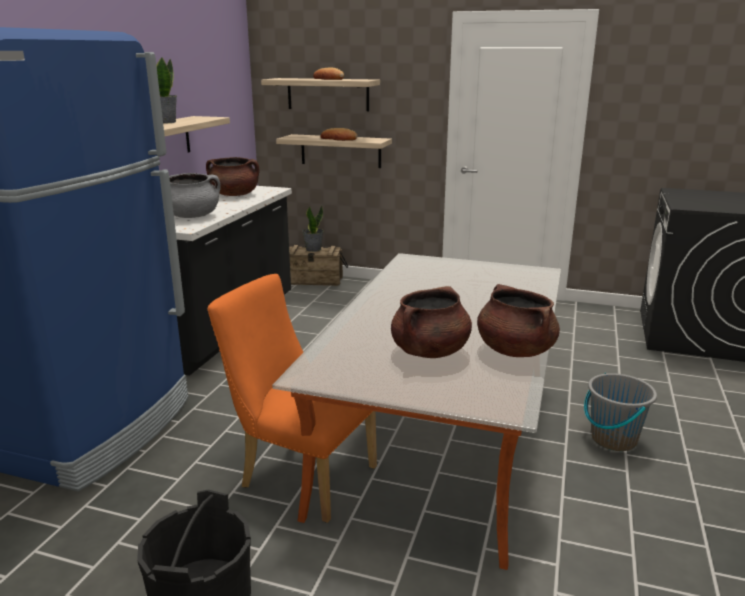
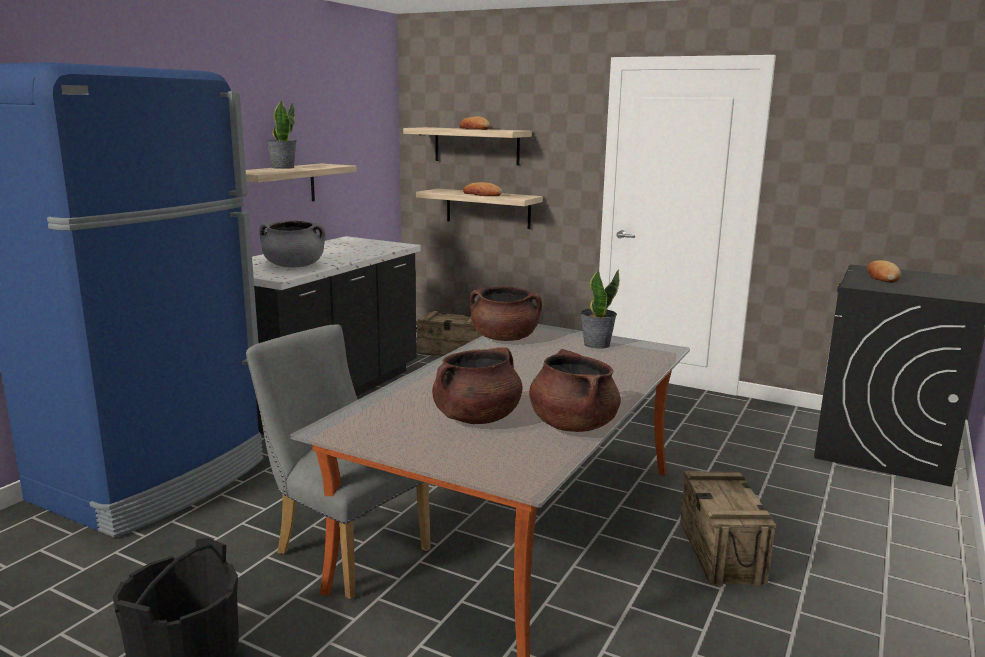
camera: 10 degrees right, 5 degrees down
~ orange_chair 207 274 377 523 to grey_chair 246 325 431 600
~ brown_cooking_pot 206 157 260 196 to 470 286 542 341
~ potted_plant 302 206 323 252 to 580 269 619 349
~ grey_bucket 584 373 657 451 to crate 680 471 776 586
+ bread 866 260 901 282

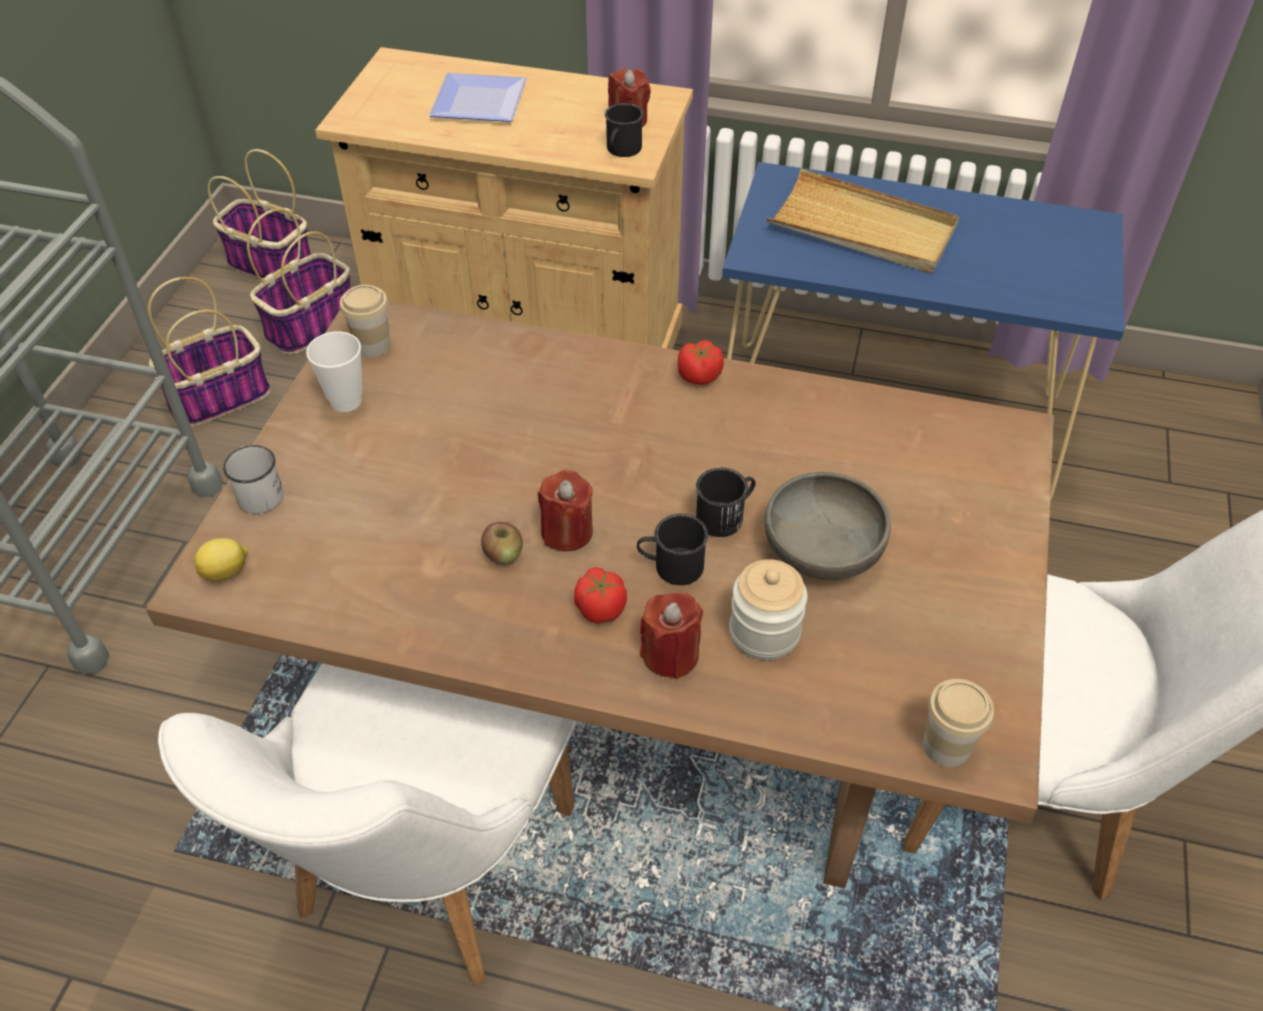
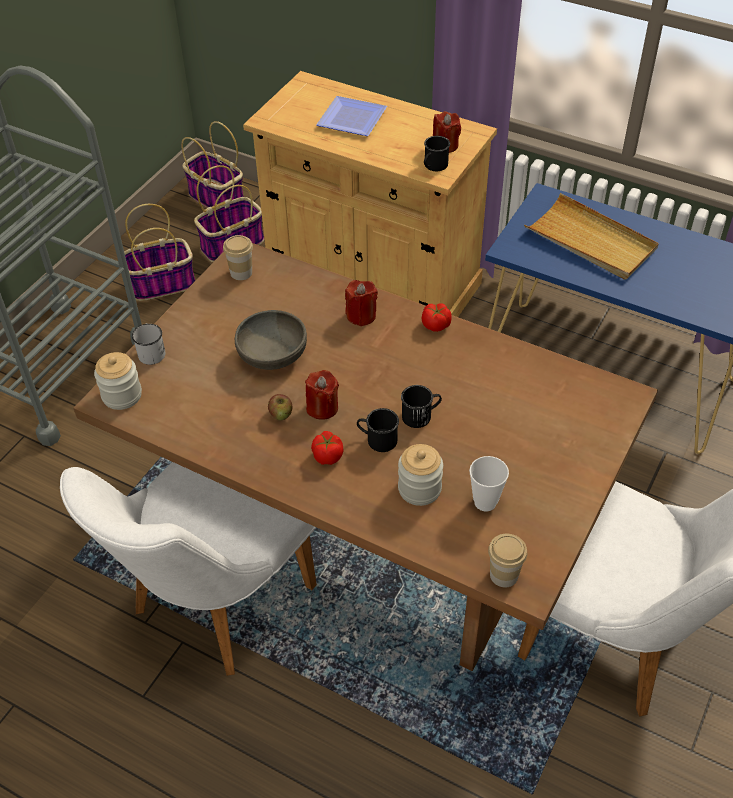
camera: 15 degrees right, 0 degrees up
~ lemon 194 538 248 582 to jar 94 352 142 410
~ grey_bowl 764 472 891 580 to 235 310 307 370
~ red_candle 640 592 703 679 to 345 280 378 326
~ cup 306 331 362 412 to 469 456 509 511

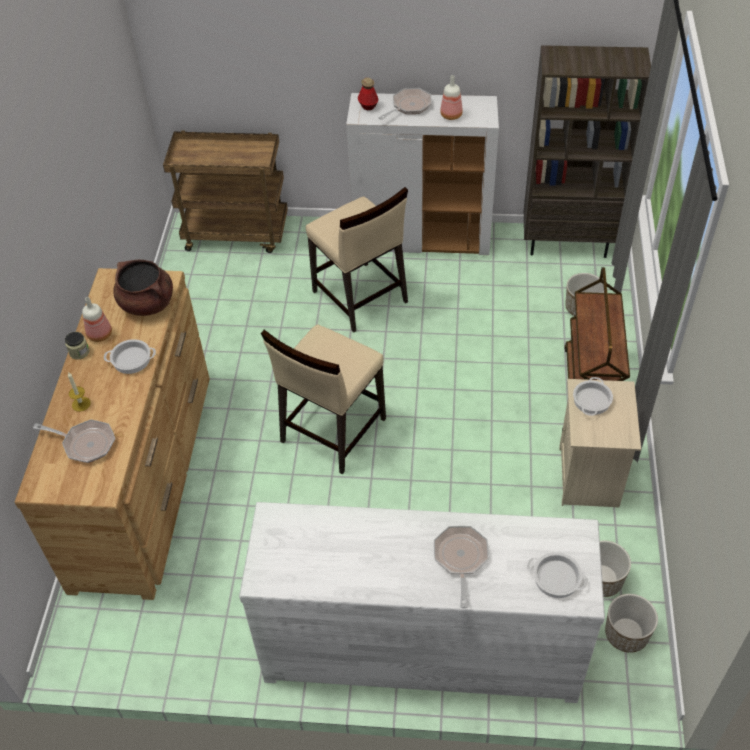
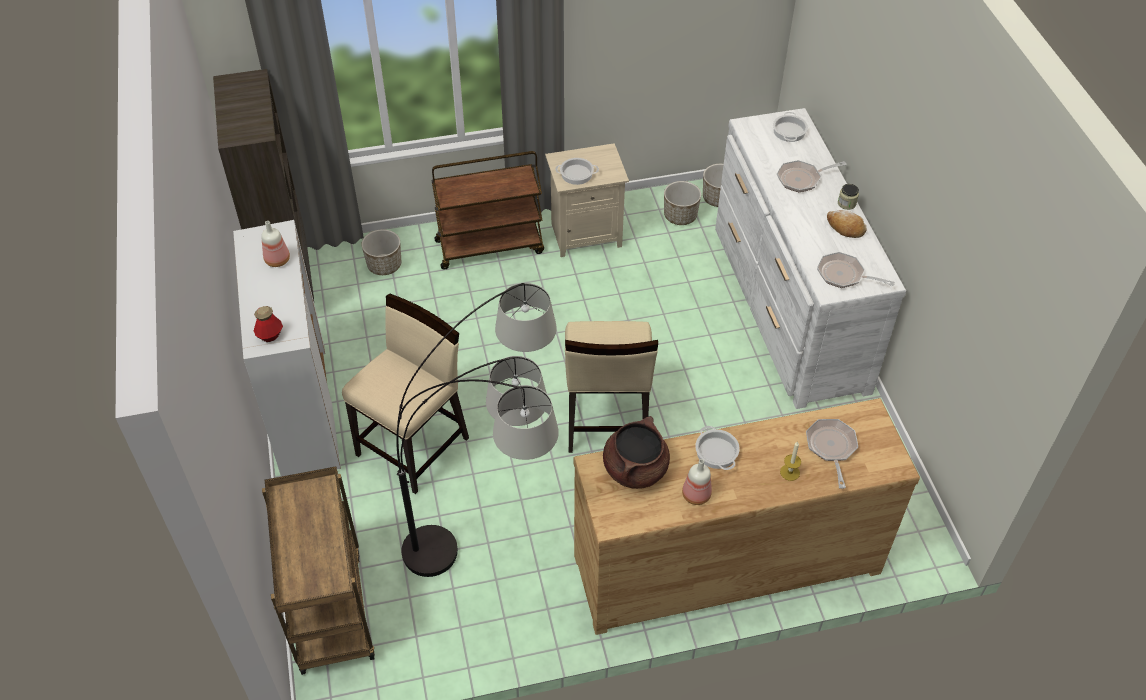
camera: 110 degrees left, 0 degrees up
+ floor_lamp 396 283 559 577
~ beige_chair 261 324 386 474 = 565 321 658 453 75 degrees clockwise
~ frying_pan 378 88 432 120 to 817 252 895 288
+ bread 827 210 867 238
~ jar 65 332 89 360 to 838 184 859 210

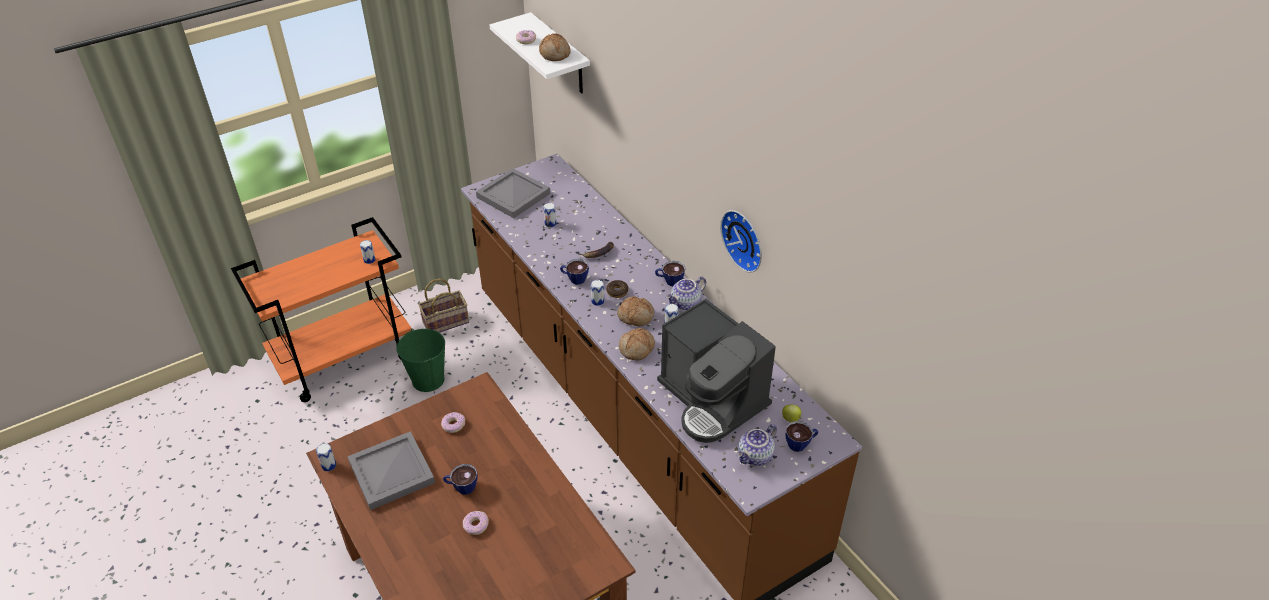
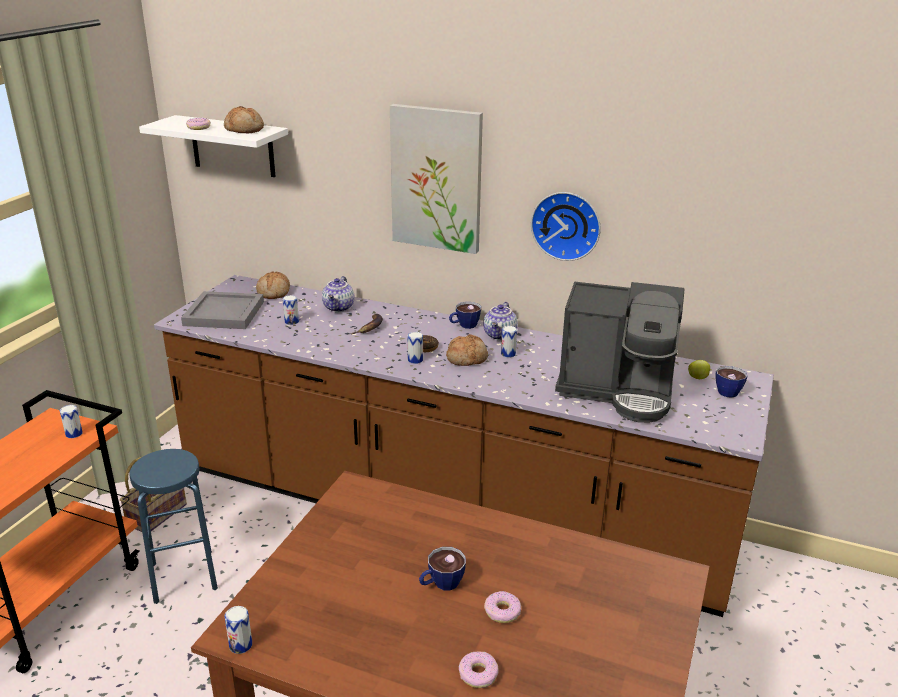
camera: 35 degrees left, 15 degrees down
~ green_bucket 396 329 445 392 to blue_stool 129 449 218 604
~ bread 619 328 655 361 to 256 272 290 299
~ teapot 737 424 777 466 to 322 276 354 312
+ picture 390 104 483 254
~ donut 441 412 465 433 to 459 651 499 688
- grey_tray 348 431 435 510
- cup 560 259 589 285

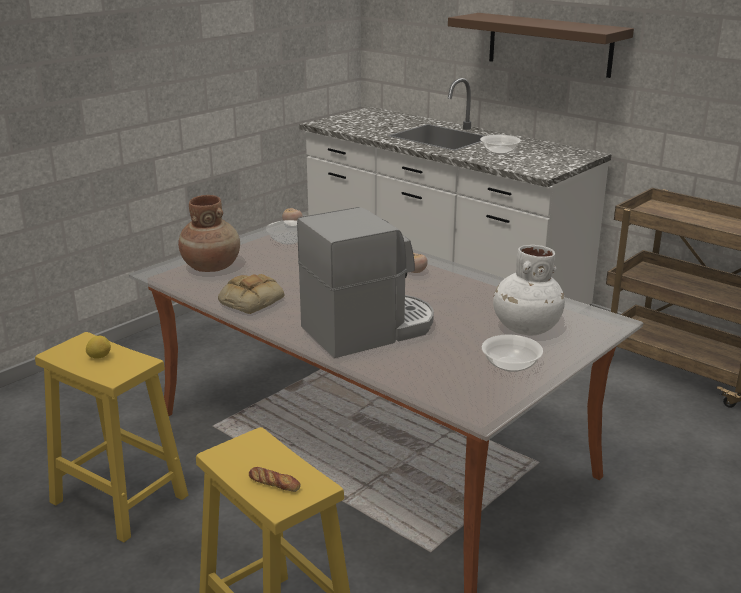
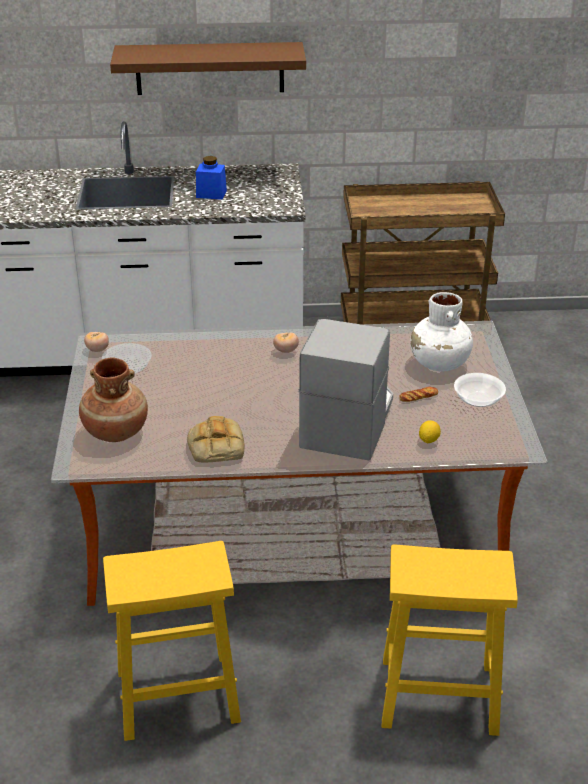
camera: 45 degrees left, 10 degrees up
~ bowl 480 135 521 154 to blue_jar 196 156 227 200
~ bread 249 467 300 492 to 399 387 438 402
~ lemon 86 336 111 359 to 419 420 441 443

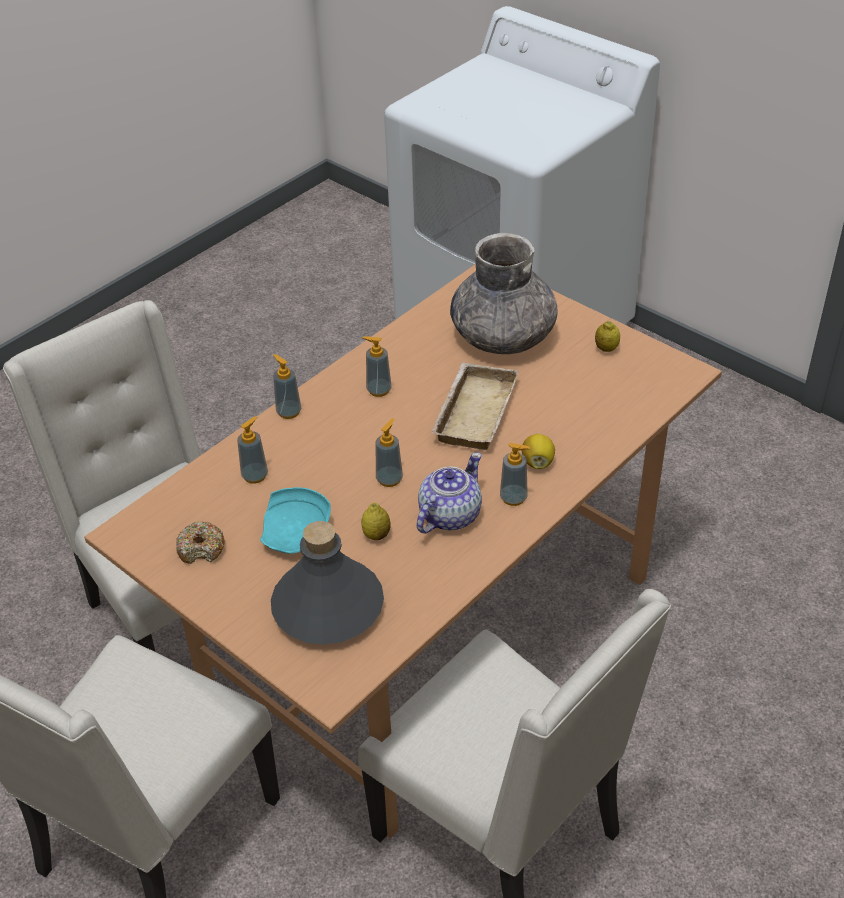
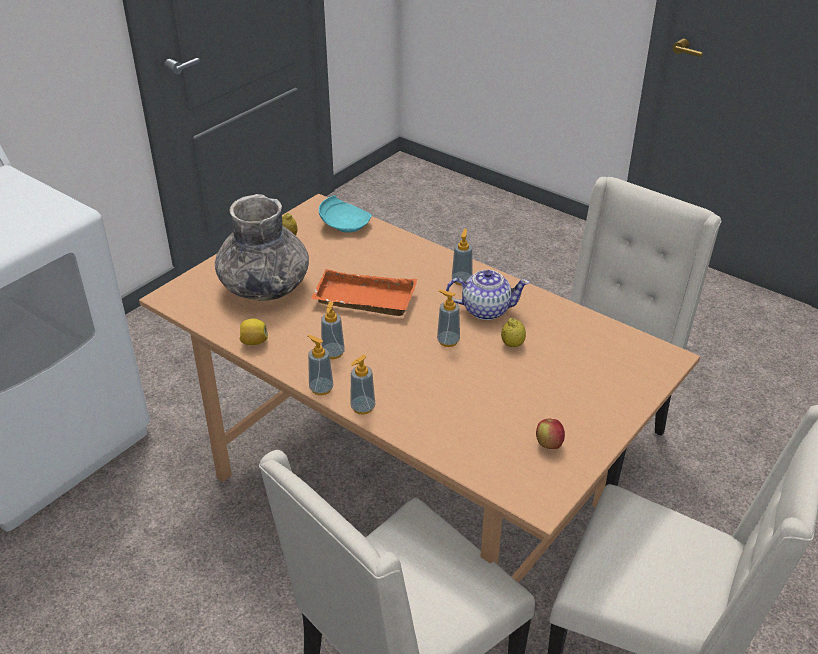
camera: 95 degrees left, 5 degrees down
~ lemon 522 434 555 469 to 240 318 268 345
~ soap_dispenser 237 416 268 484 to 307 335 333 395
~ beige_tray 431 363 519 450 to orange_tray 311 269 417 316
~ turquoise_plate 260 487 331 554 to 319 195 372 233
~ teapot 417 452 482 534 = 446 270 530 320 150 degrees clockwise
~ donut 176 521 225 564 to apple 536 419 565 449
- grey_bottle 271 521 384 645

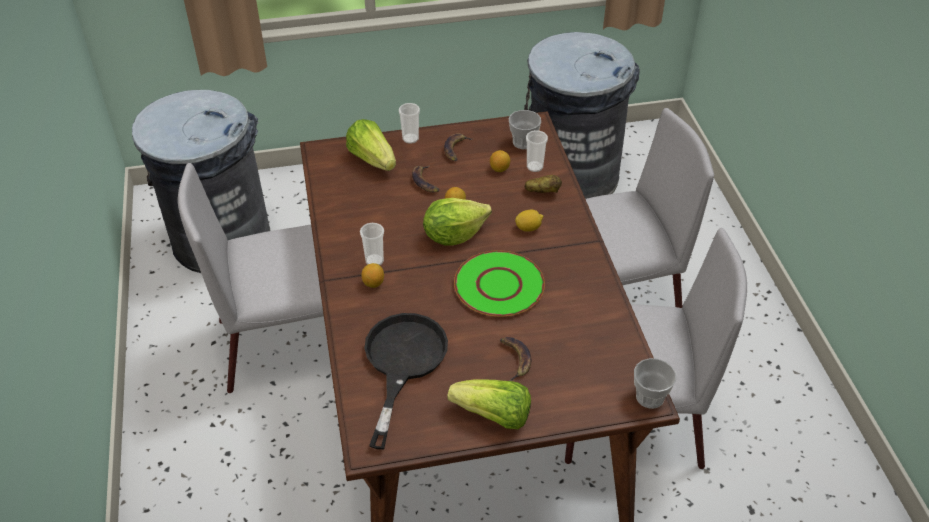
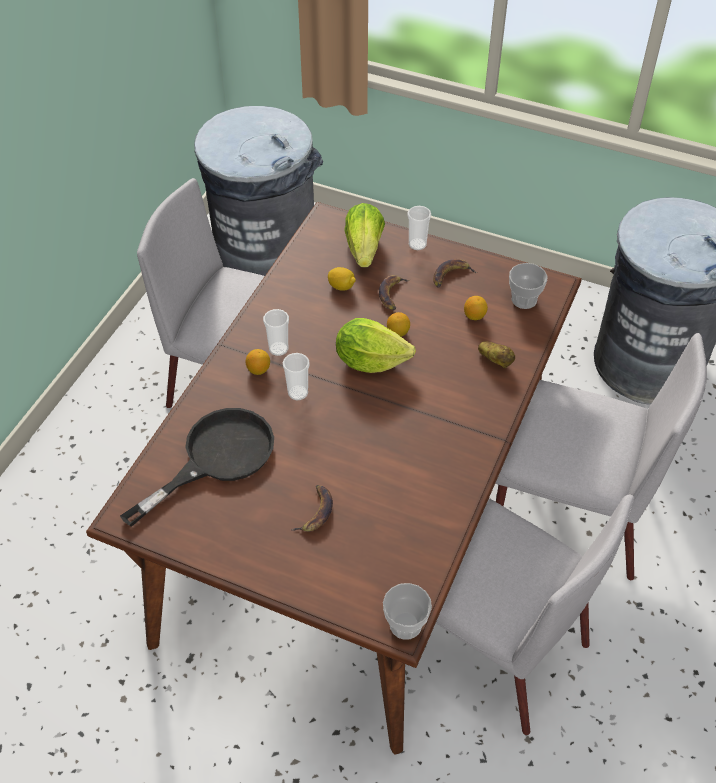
camera: 35 degrees right, 5 degrees up
~ cup 526 130 548 172 to 283 353 310 400
~ lemon 515 210 543 232 to 328 267 356 291
- lettuce 447 379 531 429
- green_plate 454 250 545 317

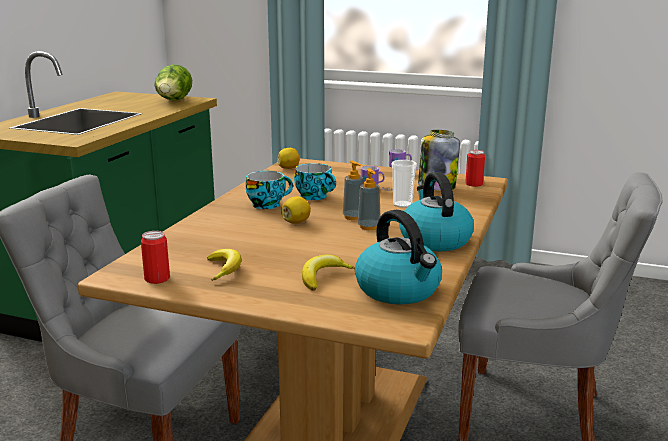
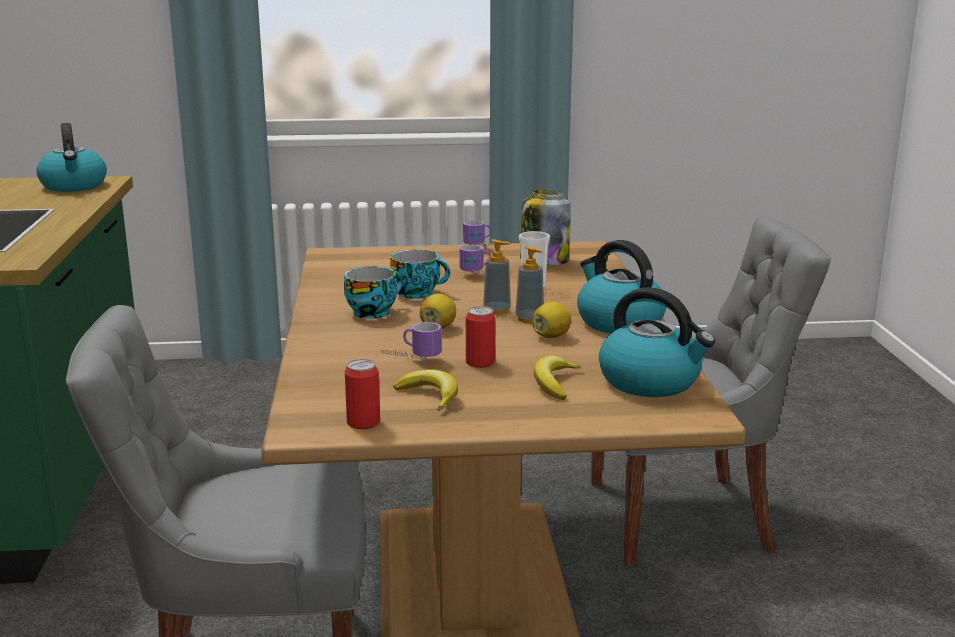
camera: 25 degrees left, 0 degrees up
~ lettuce 154 64 192 101 to kettle 36 123 107 192
+ mug 381 322 442 360
~ can 465 150 485 187 to 466 306 495 368
~ lemon 277 148 299 169 to 532 302 571 338

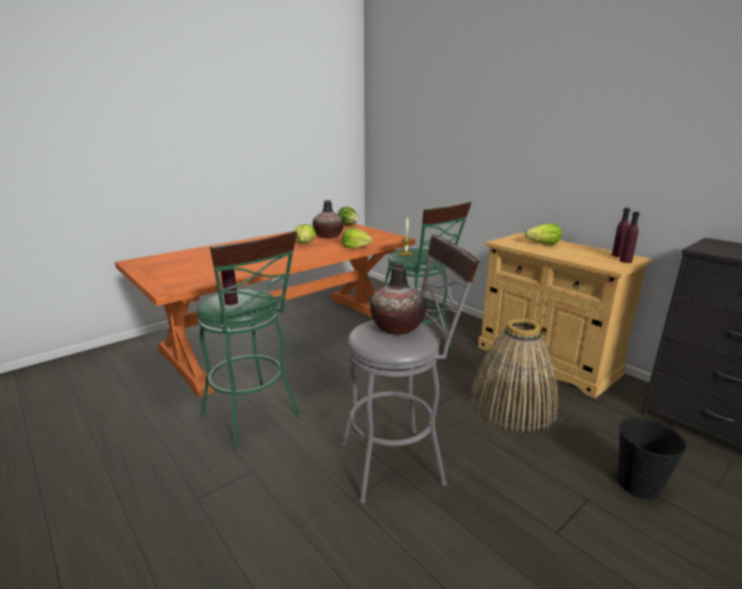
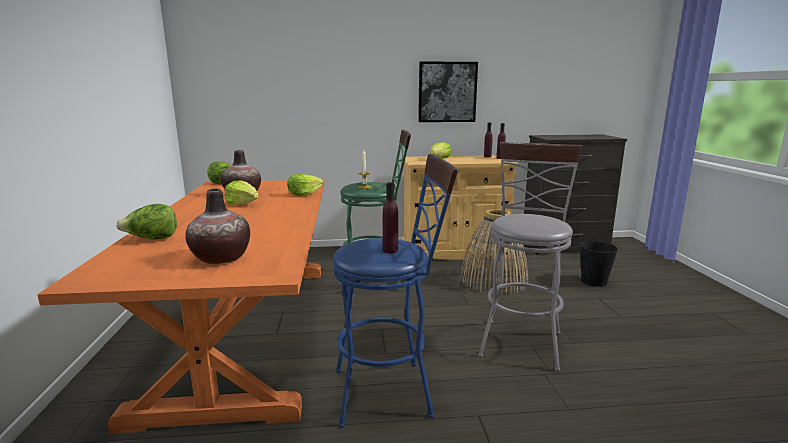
camera: 55 degrees left, 5 degrees down
+ lettuce 116 204 177 239
~ vase 370 264 427 335 to 185 188 250 264
~ green_stool 196 231 301 450 to blue_stool 333 154 458 428
+ picture 418 62 478 122

